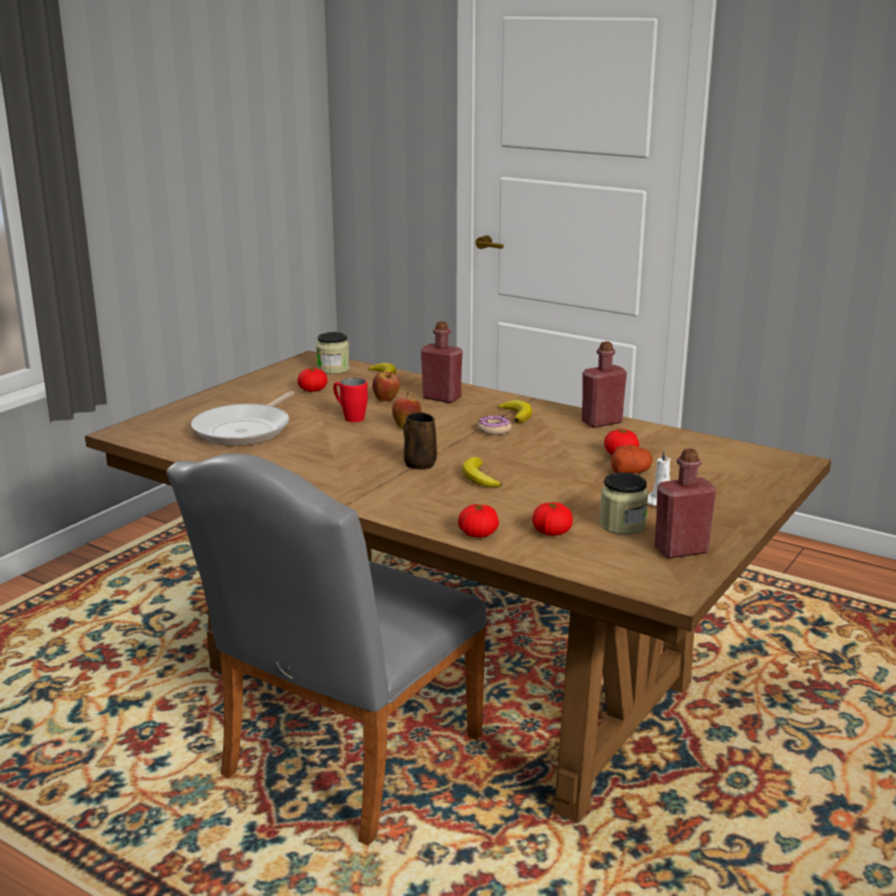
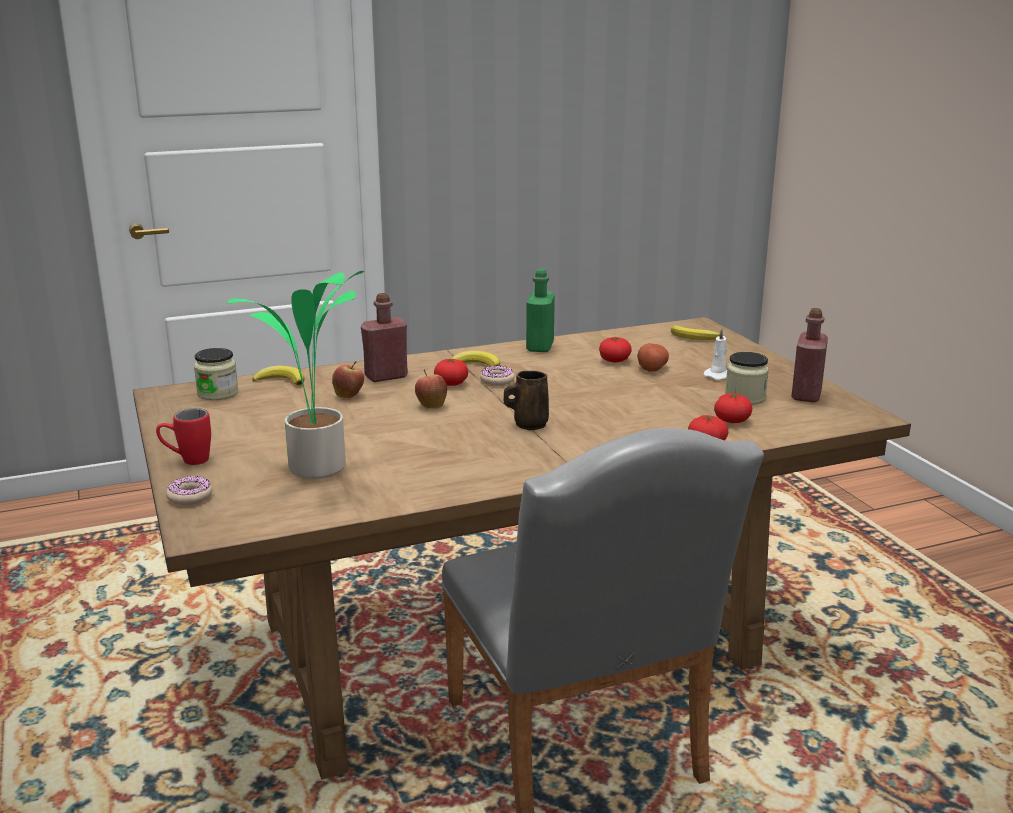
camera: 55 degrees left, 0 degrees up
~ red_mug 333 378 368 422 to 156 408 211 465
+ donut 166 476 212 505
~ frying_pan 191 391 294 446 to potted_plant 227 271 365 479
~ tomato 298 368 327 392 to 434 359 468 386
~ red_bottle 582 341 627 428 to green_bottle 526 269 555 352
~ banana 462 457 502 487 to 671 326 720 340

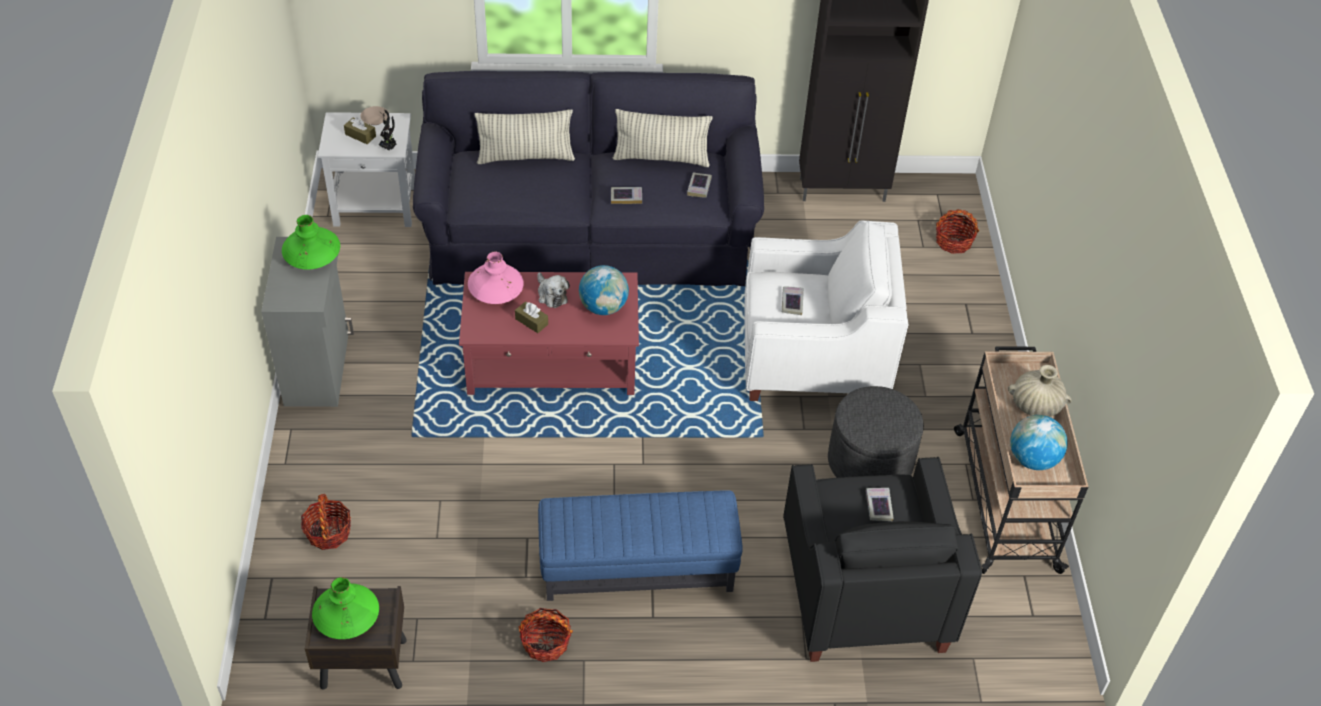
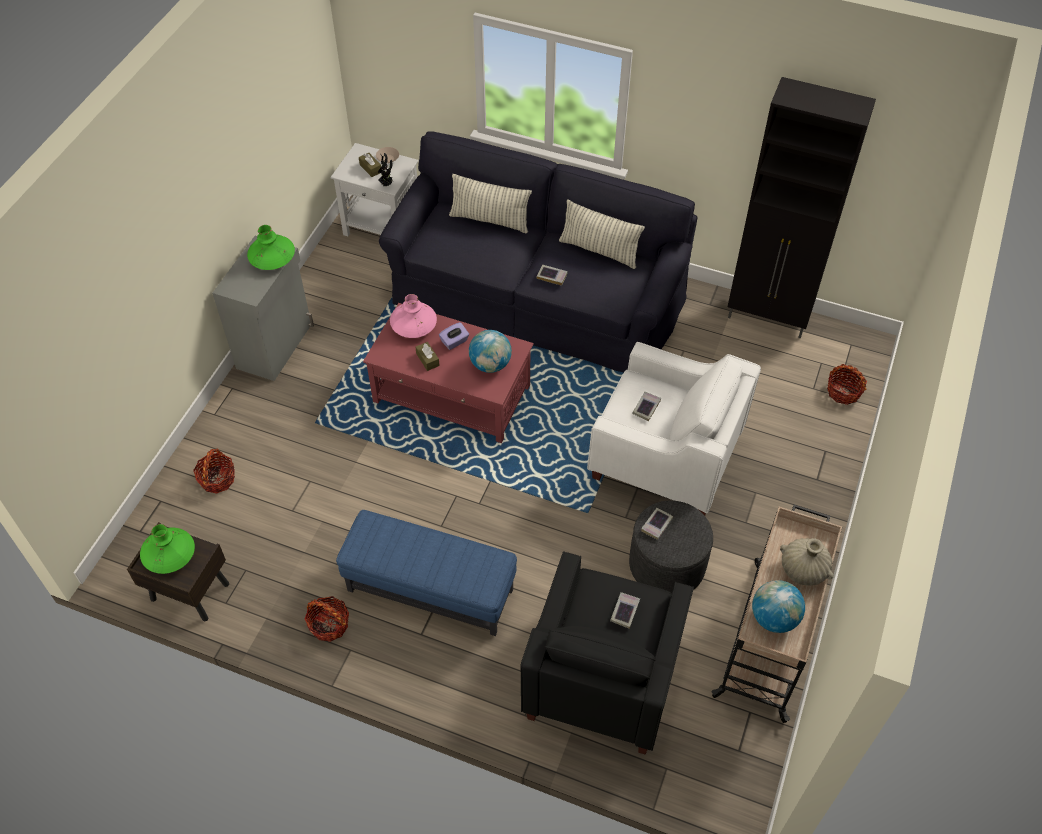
camera: 25 degrees right, 5 degrees up
~ plush_toy 537 272 570 308 to purple_tissue_box 439 322 469 350
~ book 687 173 712 198 to 641 508 673 540

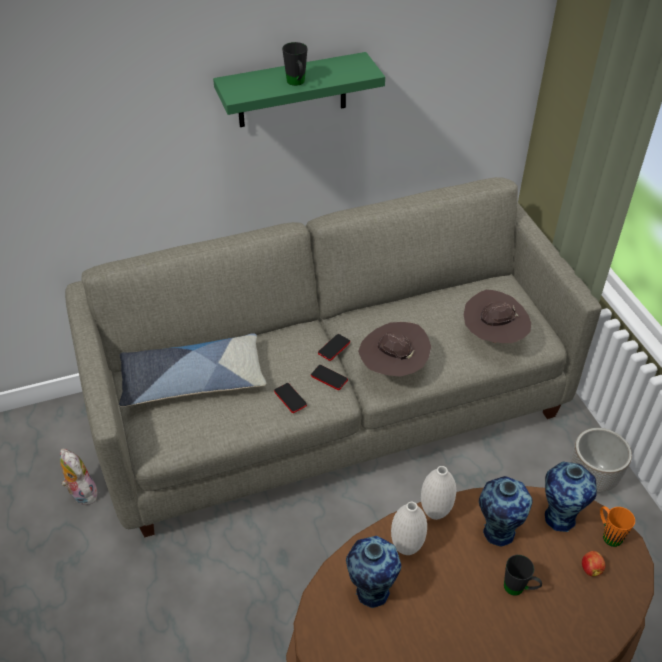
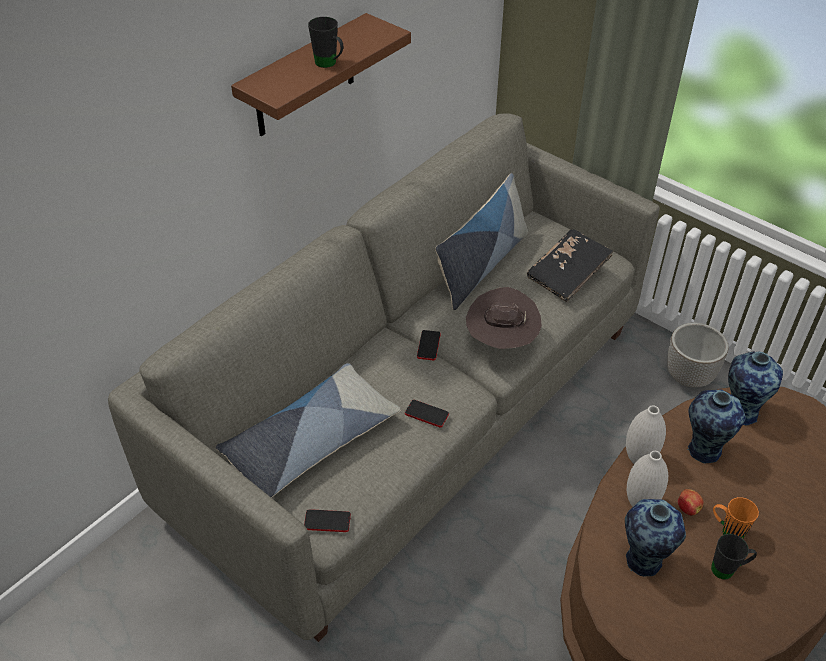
camera: 30 degrees left, 0 degrees up
~ green_shelf 213 52 385 127 to brown_shelf 231 13 411 136
~ phone 311 365 348 390 to 304 509 351 532
+ pillow 435 173 528 310
~ brown_hat 464 290 531 343 to black_book 527 229 614 302
~ apple 582 551 605 576 to 678 489 704 516
~ black_mug 504 555 542 596 to 711 534 757 579
~ orange_mug 600 506 635 547 to 713 497 759 539
- plush_toy 60 449 97 505

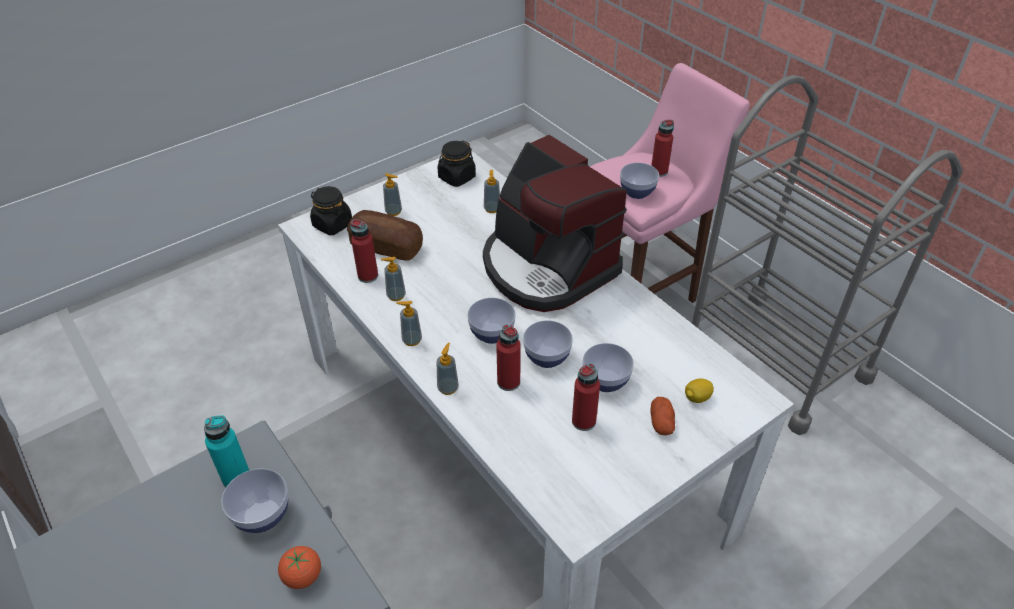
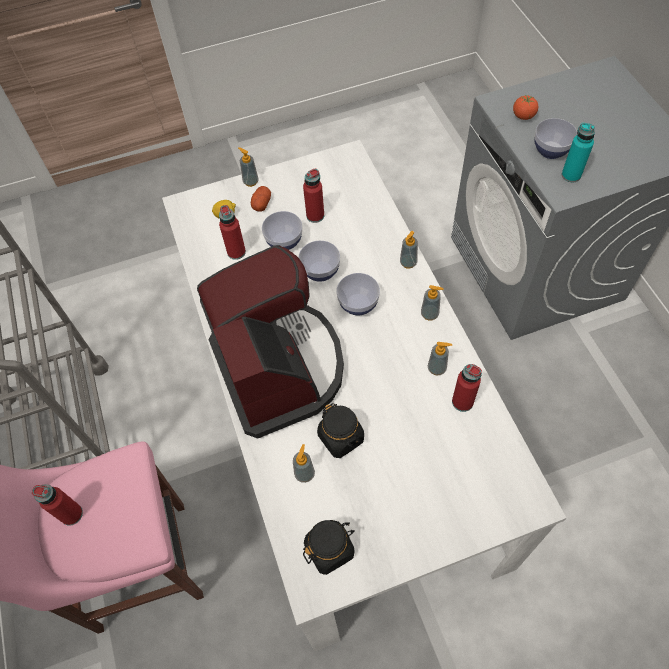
camera: 160 degrees left, 15 degrees up
~ red_bottle 496 324 521 391 to 219 205 246 260
~ soap_dispenser 383 173 402 216 to 238 147 259 187
~ black_jar 310 186 352 235 to 317 403 364 458
- bread 347 210 423 261
- bowl 620 163 659 199

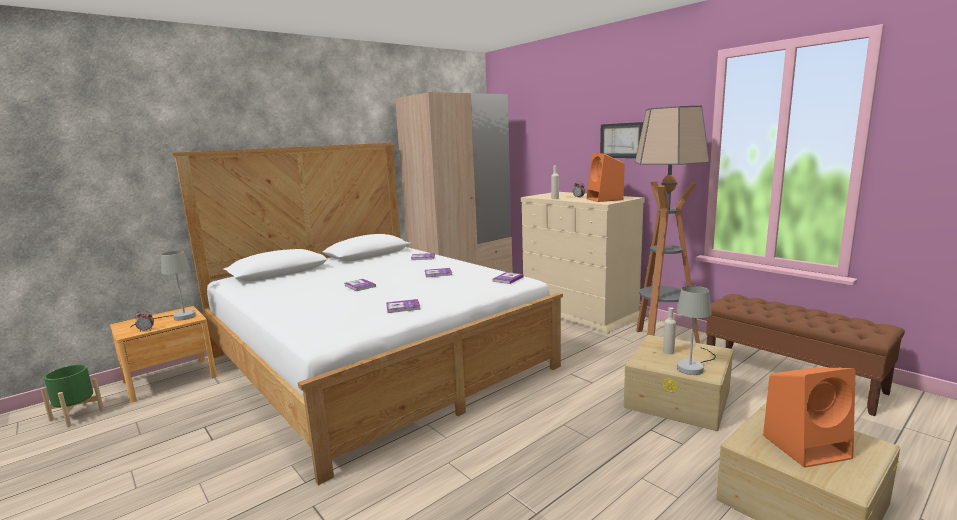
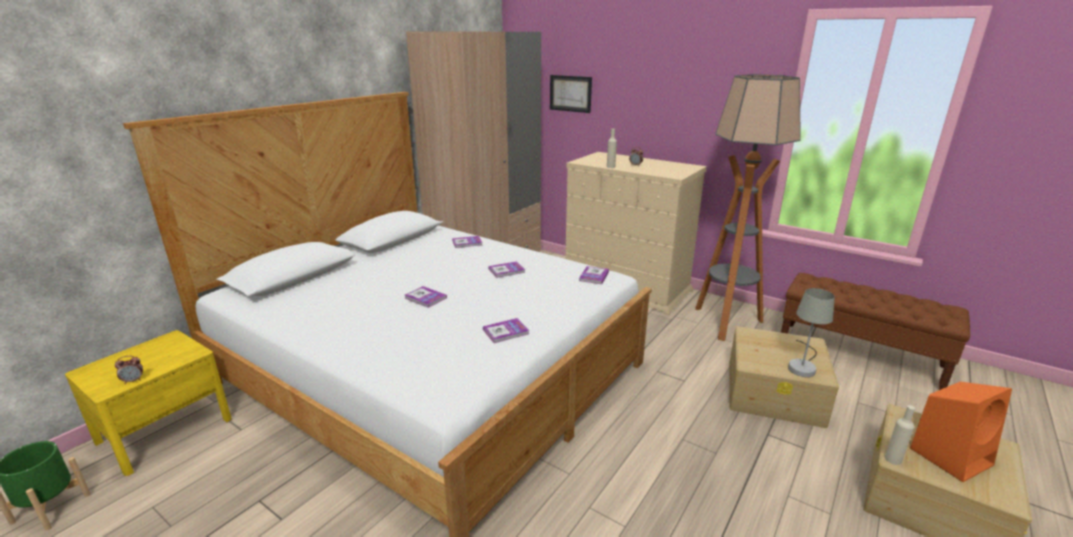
camera: 15 degrees left, 10 degrees up
~ brown_nightstand 110 306 217 403 to yellow_nightstand 65 330 232 476
~ picture 600 122 643 158 to 550 75 592 113
~ beige_bottle 663 307 676 354 to 885 405 915 465
- grey_table_lamp 130 251 196 328
- orange_speaker 586 153 625 202

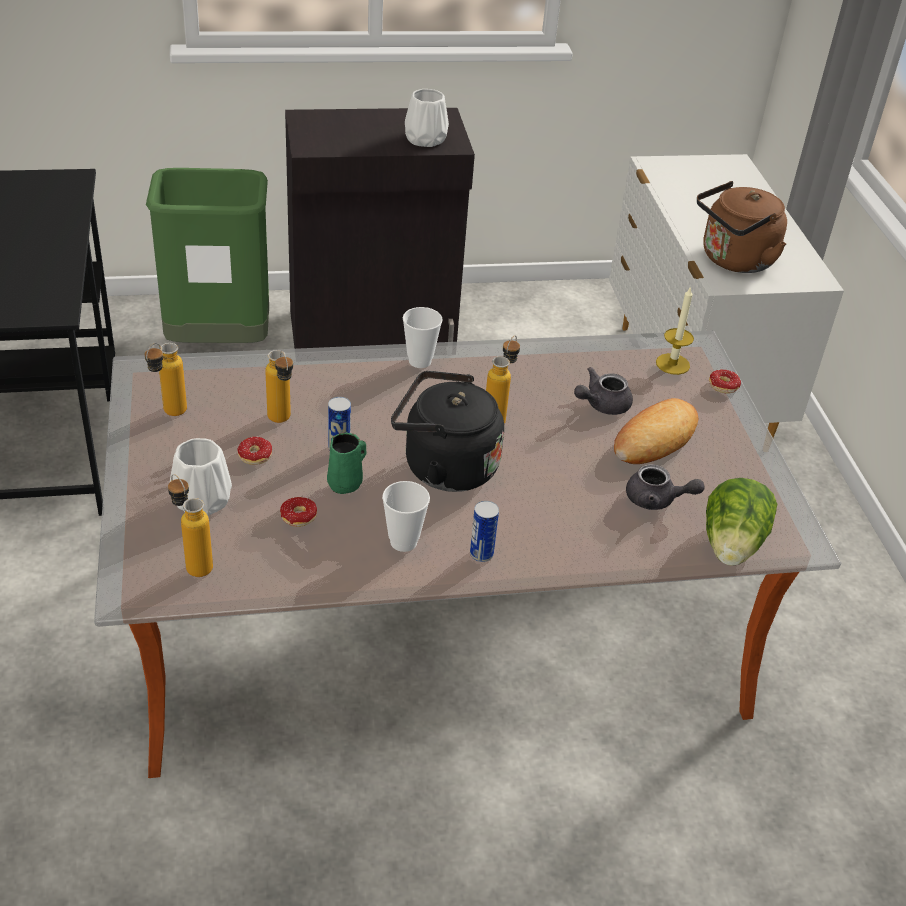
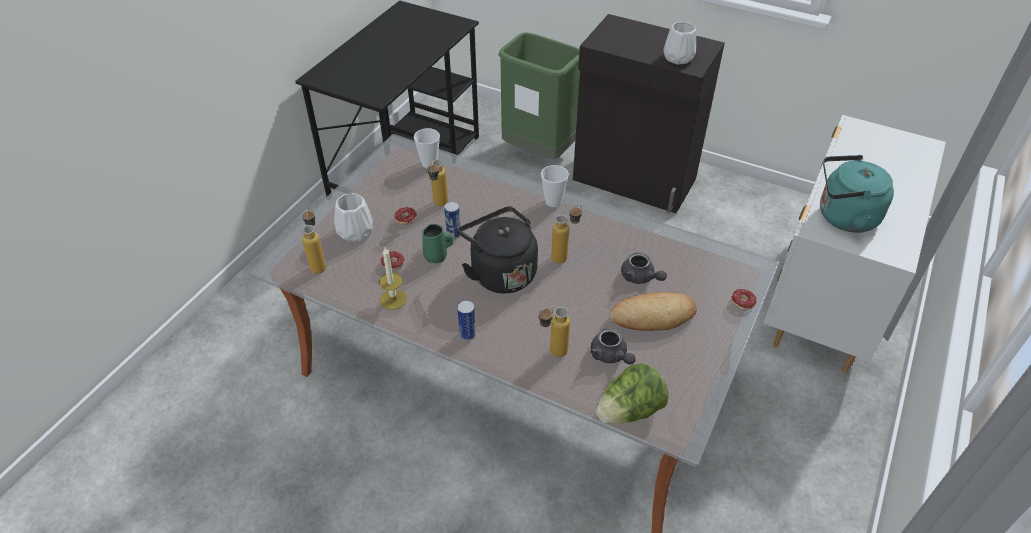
camera: 40 degrees right, 5 degrees up
~ candle 656 286 694 375 to 379 248 407 310
~ cup 382 481 430 552 to 414 128 440 168
~ bottle 145 343 187 416 to 538 307 570 357
~ grey_teapot 574 367 633 415 = 621 252 667 284 135 degrees counterclockwise
~ brown_kettle 697 181 787 273 to turquoise_kettle 820 155 894 233

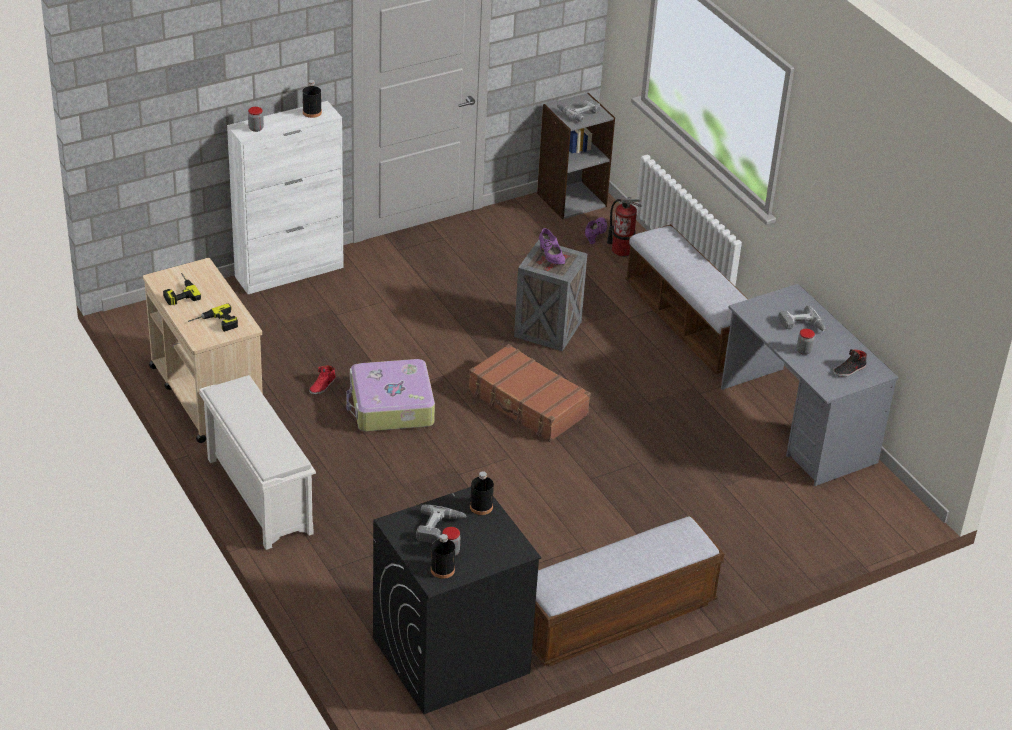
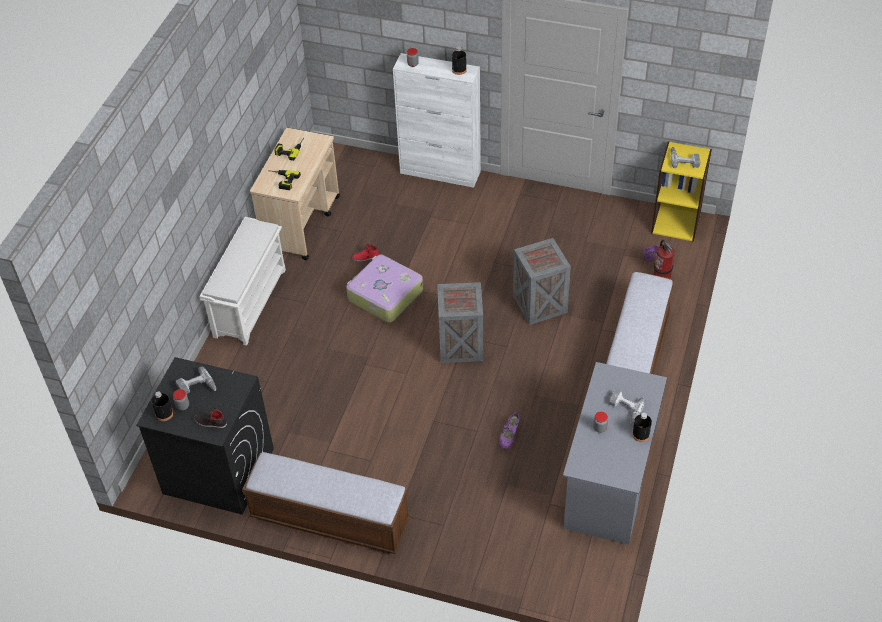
camera: 50 degrees right, 10 degrees up
~ black_shoe 833 349 867 377 to 194 408 227 428
~ brown_suitcase 468 344 591 442 to crate 437 282 483 363
~ purple_shoe 539 228 565 265 to 499 413 520 449
~ black_bottle 470 471 494 515 to 632 413 652 442
~ grey_bookcase 537 93 615 219 to yellow_bookcase 651 142 712 242

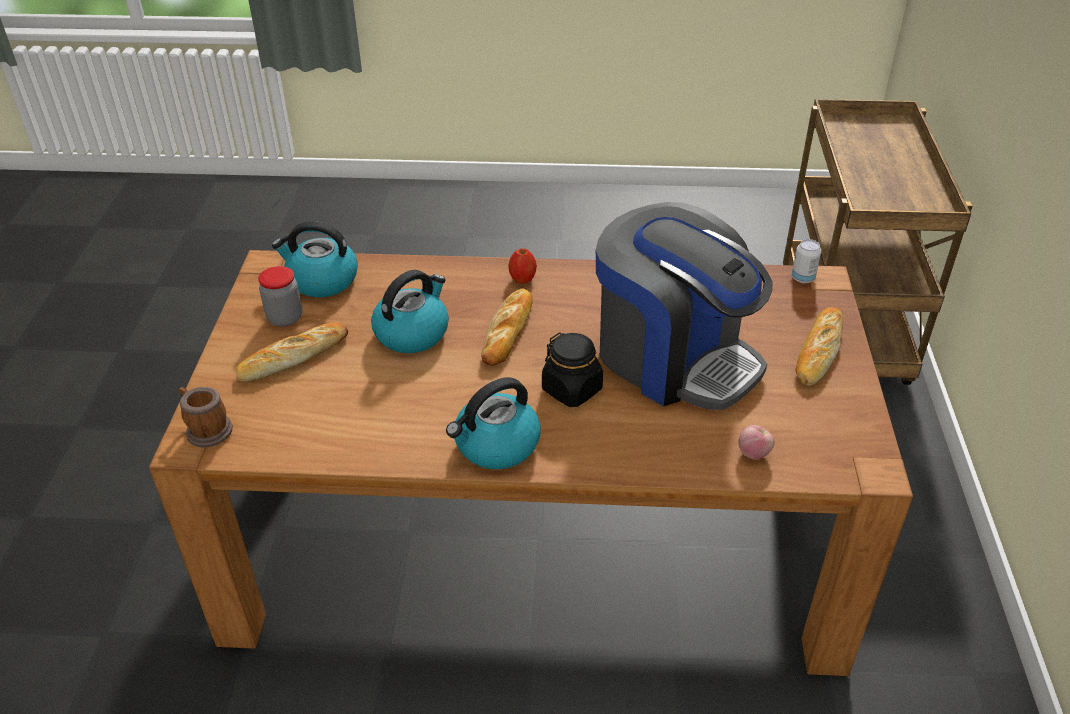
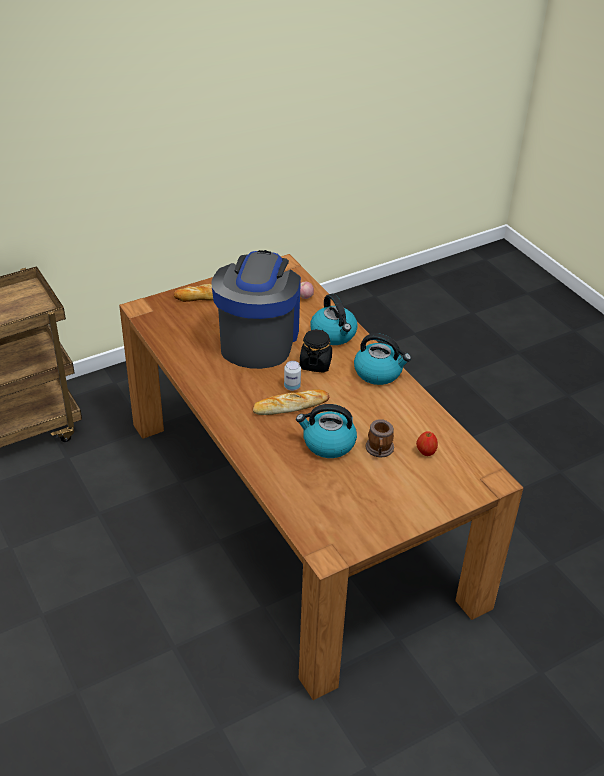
camera: 125 degrees left, 0 degrees up
~ can 792 239 821 284 to 284 361 301 391
~ kettle 272 221 358 297 to 310 294 358 345
~ mug 178 387 233 447 to 366 419 394 458
~ apple 508 248 537 284 to 416 431 438 456
- bread 236 322 348 382
- jar 258 266 302 327

